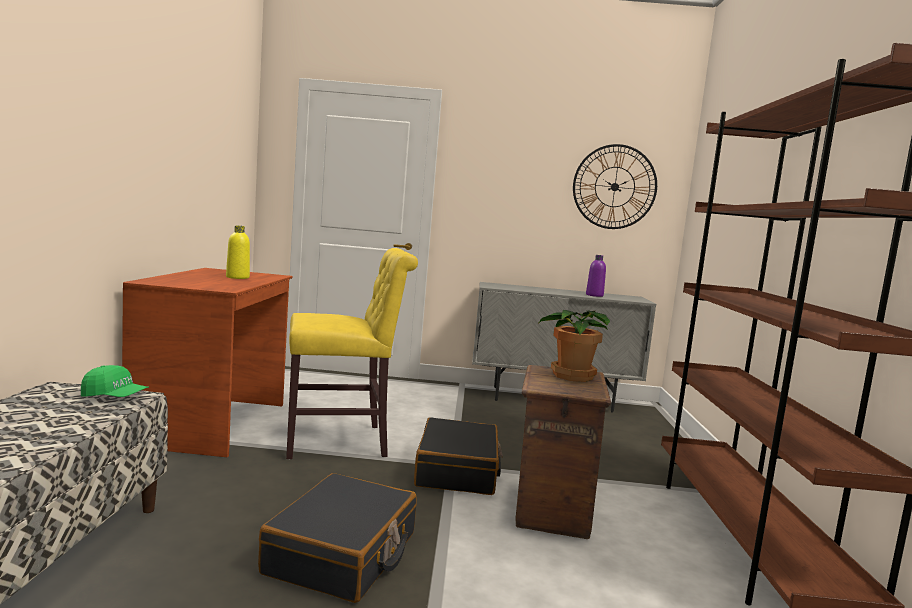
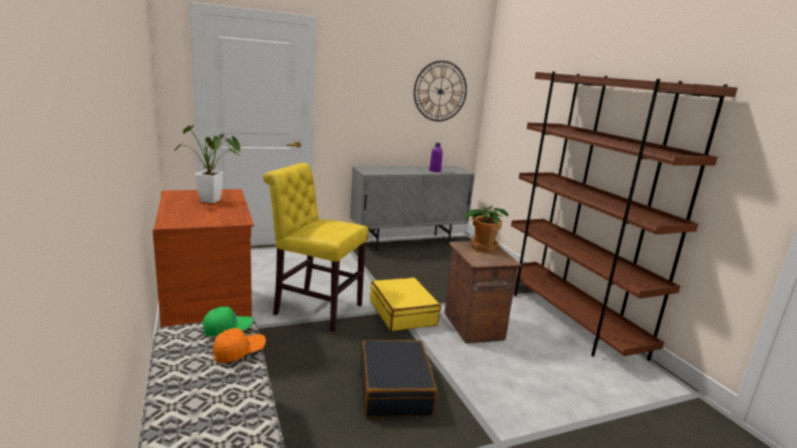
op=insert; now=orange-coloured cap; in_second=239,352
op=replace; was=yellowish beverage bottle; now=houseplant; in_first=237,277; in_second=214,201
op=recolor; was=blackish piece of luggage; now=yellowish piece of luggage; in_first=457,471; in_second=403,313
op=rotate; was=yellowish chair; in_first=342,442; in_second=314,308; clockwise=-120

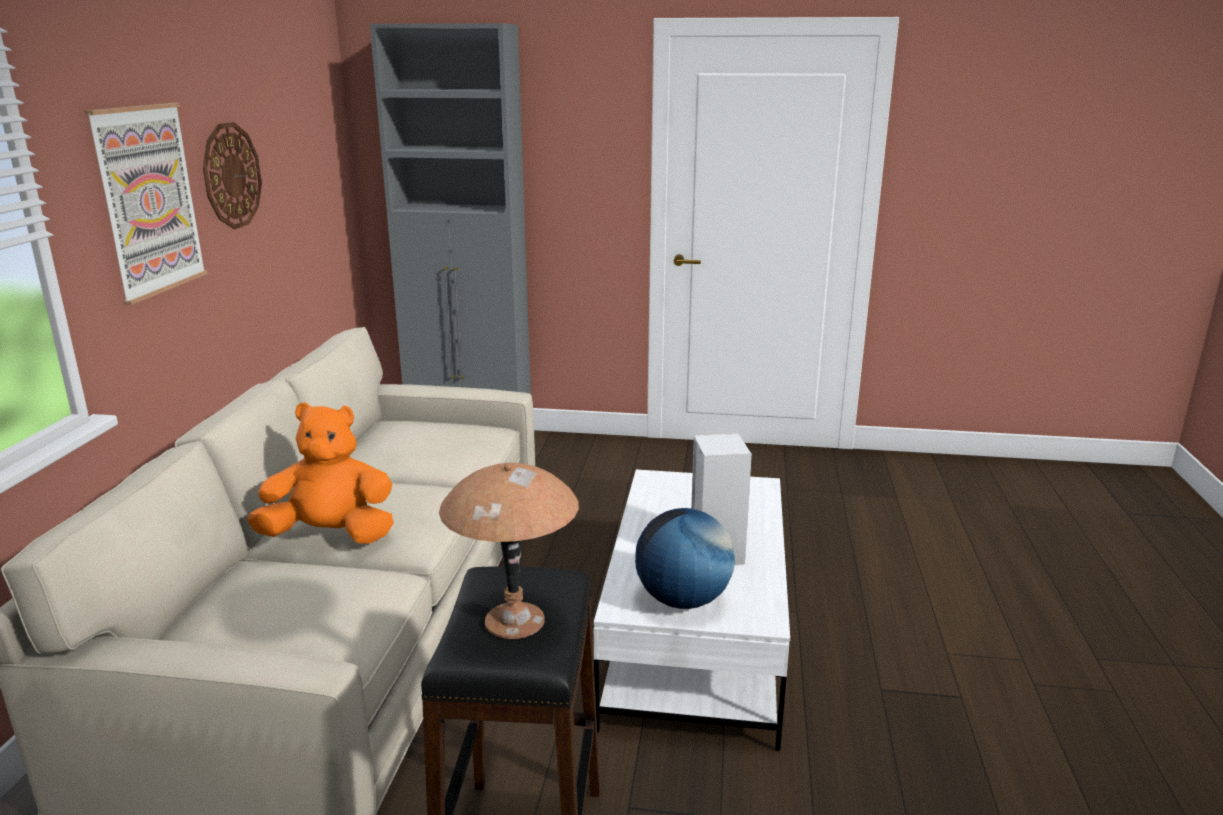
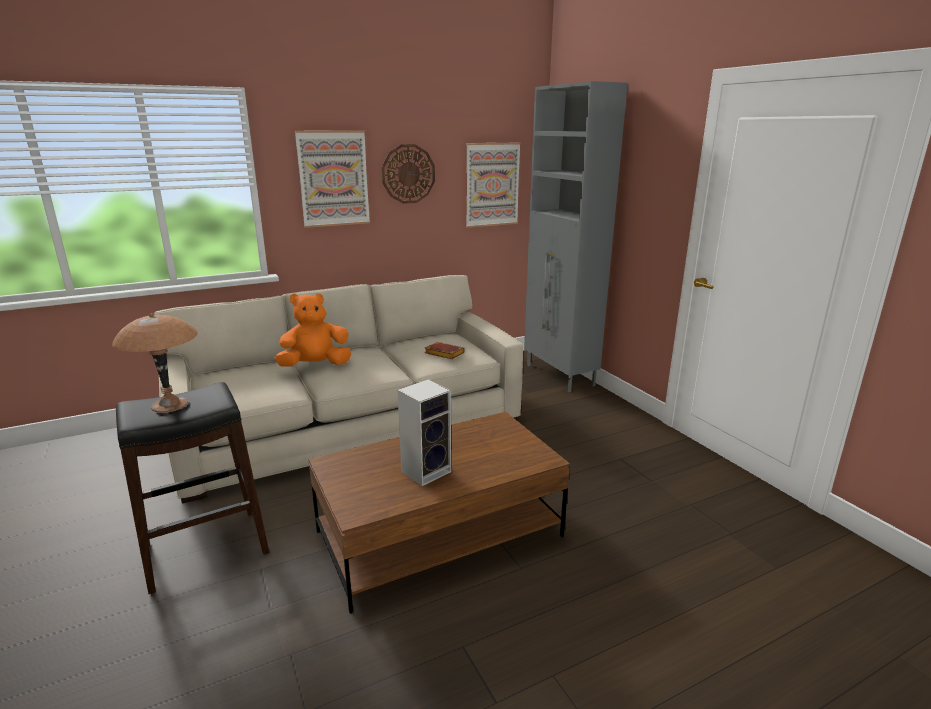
op=delete; was=desk globe; in_first=683,600
op=insert; now=brownish book; in_second=443,354
op=insert; now=picture; in_second=492,185
op=recolor; was=white-coloured coffee table; now=brownish coffee table; in_first=695,639; in_second=439,534
op=rotate; was=orange-coloured plush toy; in_first=331,535; in_second=315,365; clockwise=-75

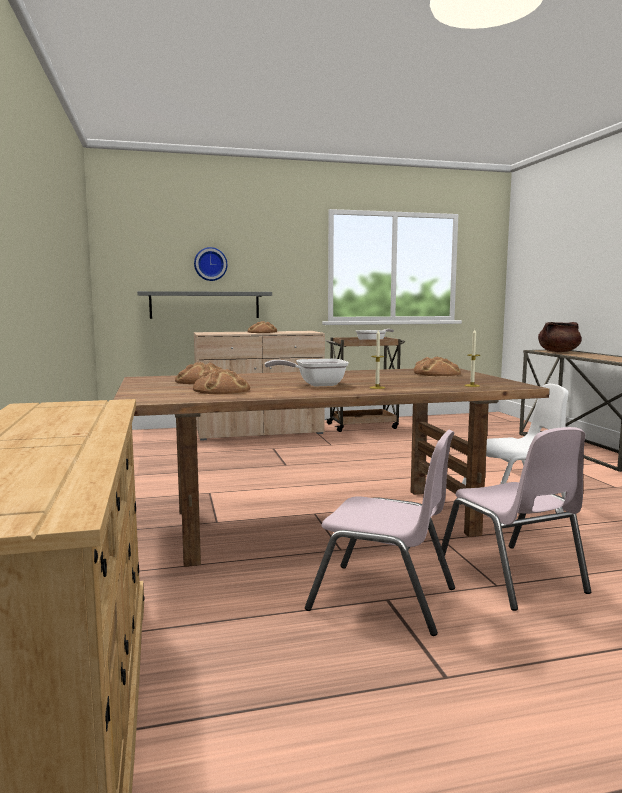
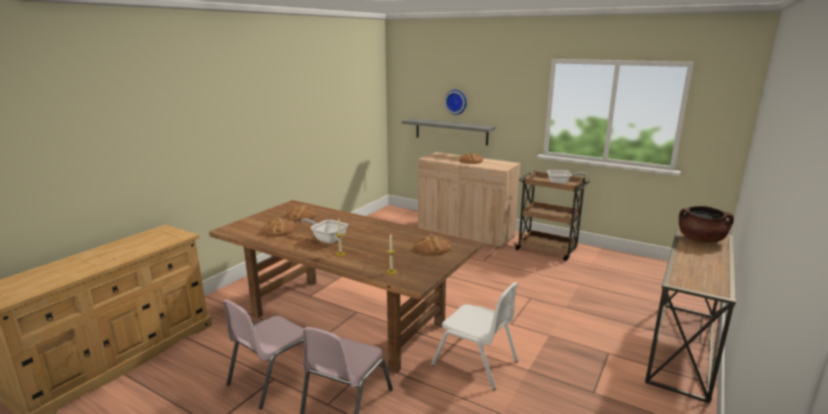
op=rotate; was=pinkish chair; in_first=383,599; in_second=273,377; clockwise=60

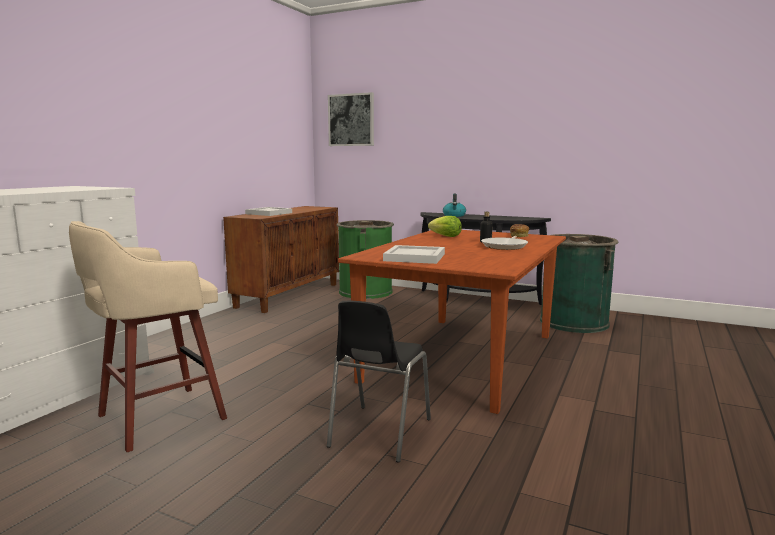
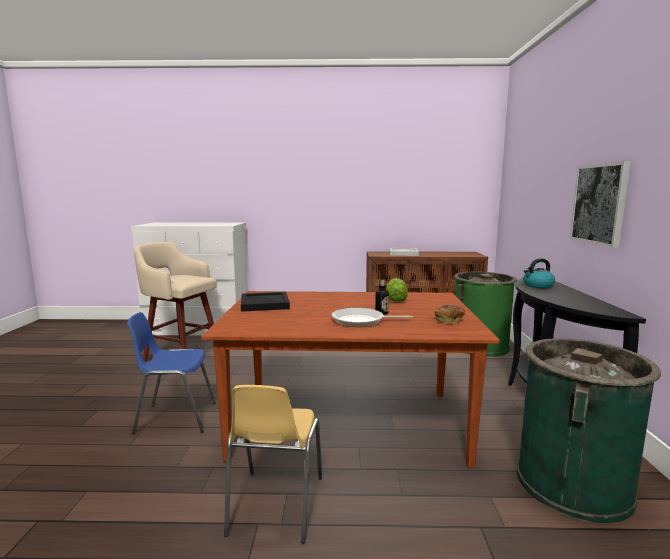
op=insert; now=yellowish chair; in_second=275,505
op=move; was=picture; in_first=351,120; in_second=599,204
op=recolor; was=blackish chair; now=bluish chair; in_first=378,433; in_second=175,417
op=recolor; was=white-coloured carrying tray; now=blackish carrying tray; in_first=415,257; in_second=265,304

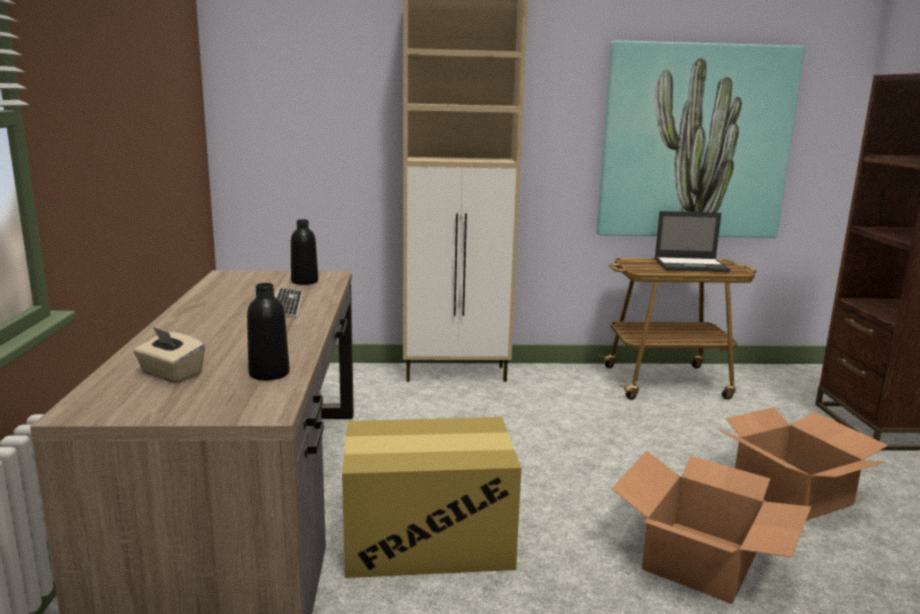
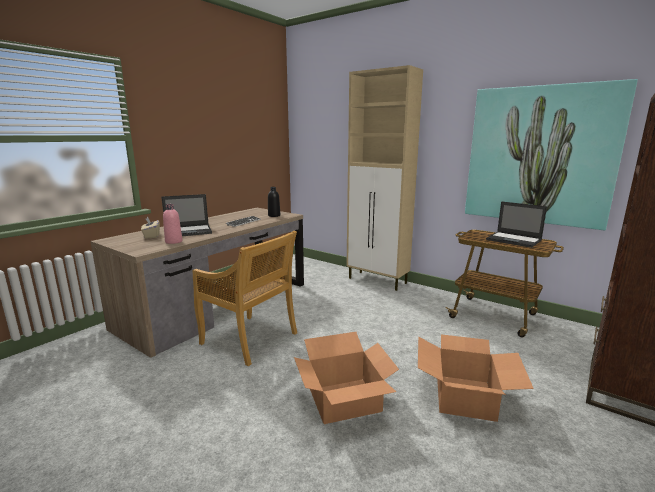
op=insert; now=portable computer; in_second=189,231
op=replace; was=cardboard box; now=beige-coloured chair; in_first=428,539; in_second=250,339
op=recolor; was=blackish beverage bottle; now=pinkish beverage bottle; in_first=269,373; in_second=173,241

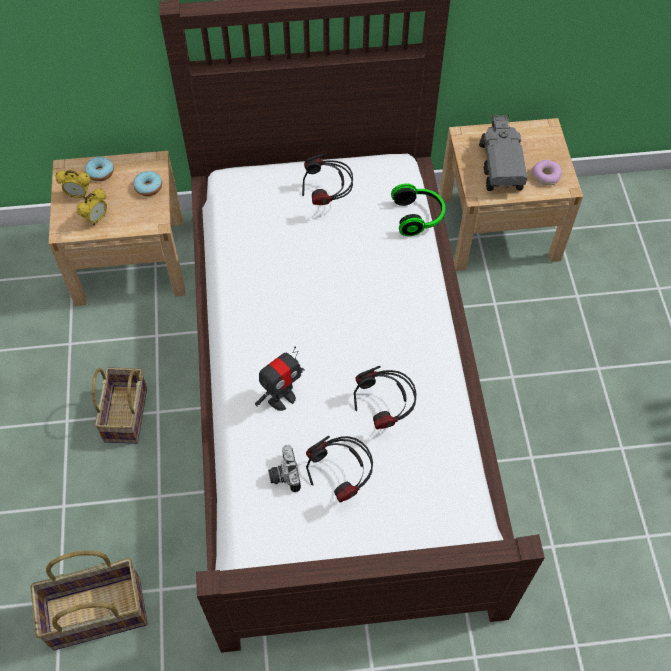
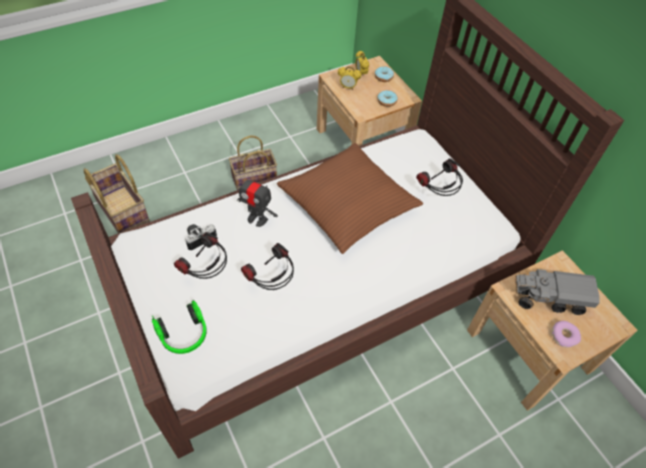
op=insert; now=brownish throw pillow; in_second=347,204
op=move; was=pair of headphones; in_first=418,216; in_second=184,335
op=rotate; was=model truck; in_first=500,166; in_second=548,298; clockwise=-150

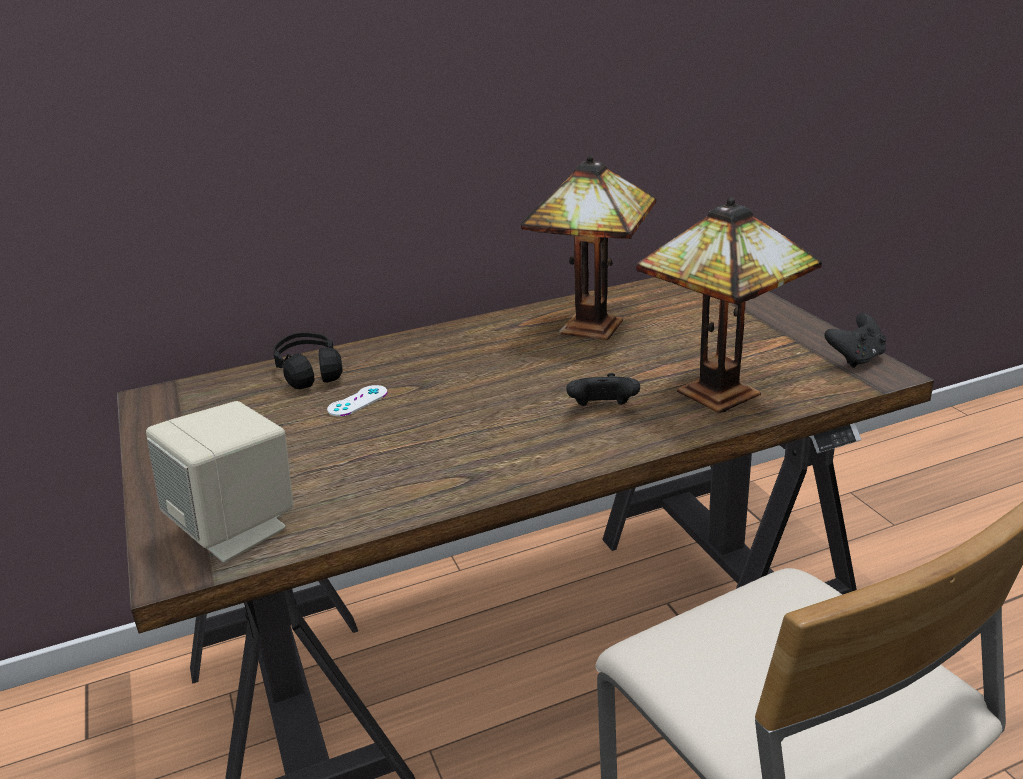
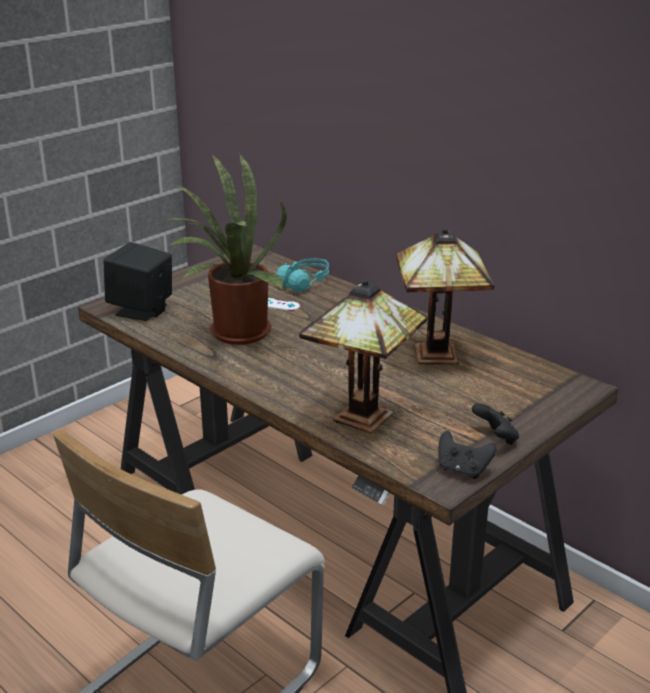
op=insert; now=houseplant; in_second=233,333
op=move; was=blackish joypad; in_first=602,410; in_second=496,438
op=recolor; was=beige-coloured speaker; now=blackish speaker; in_first=237,529; in_second=142,310
op=recolor; was=blackish pair of headphones; now=turquoise-coloured pair of headphones; in_first=309,372; in_second=305,282

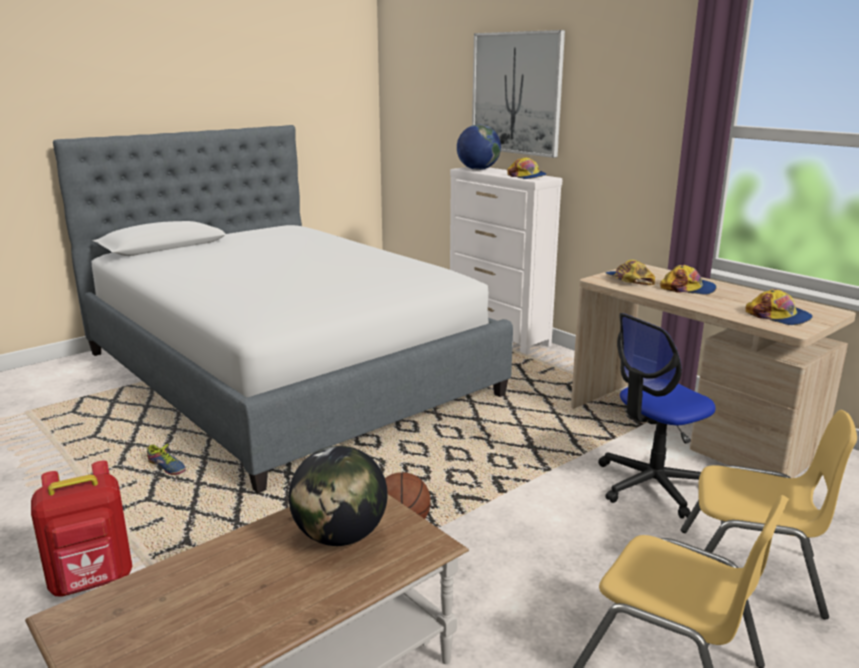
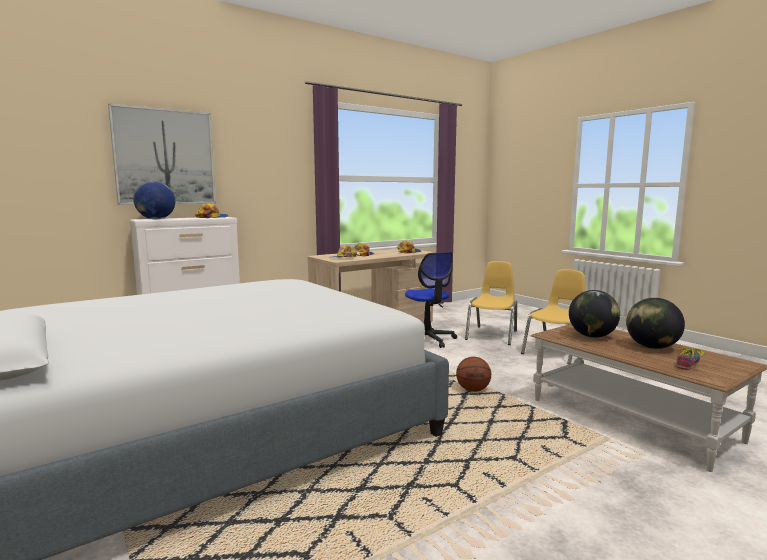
op=delete; was=red backpack; in_first=93,581
op=insert; now=desk globe; in_second=652,347
op=move; was=low shoe; in_first=165,467; in_second=689,364

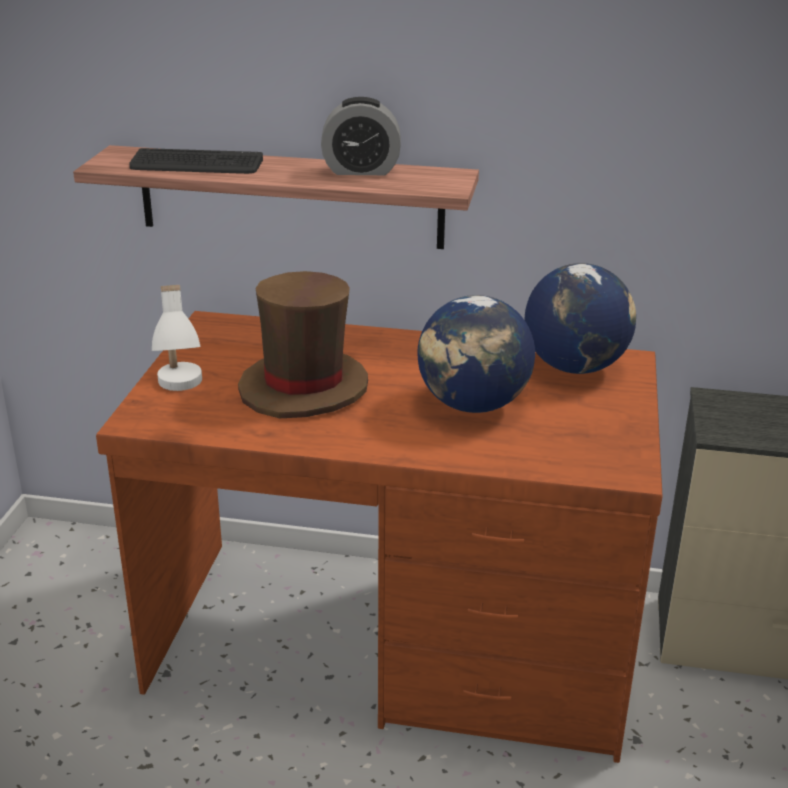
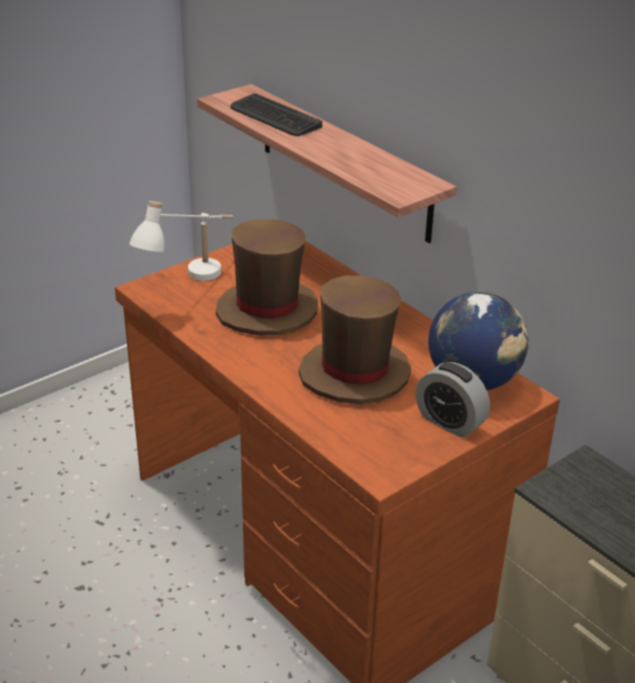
op=move; was=table clock; in_first=361,170; in_second=449,422
op=replace; was=desk globe; now=brownish hat; in_first=473,405; in_second=354,374

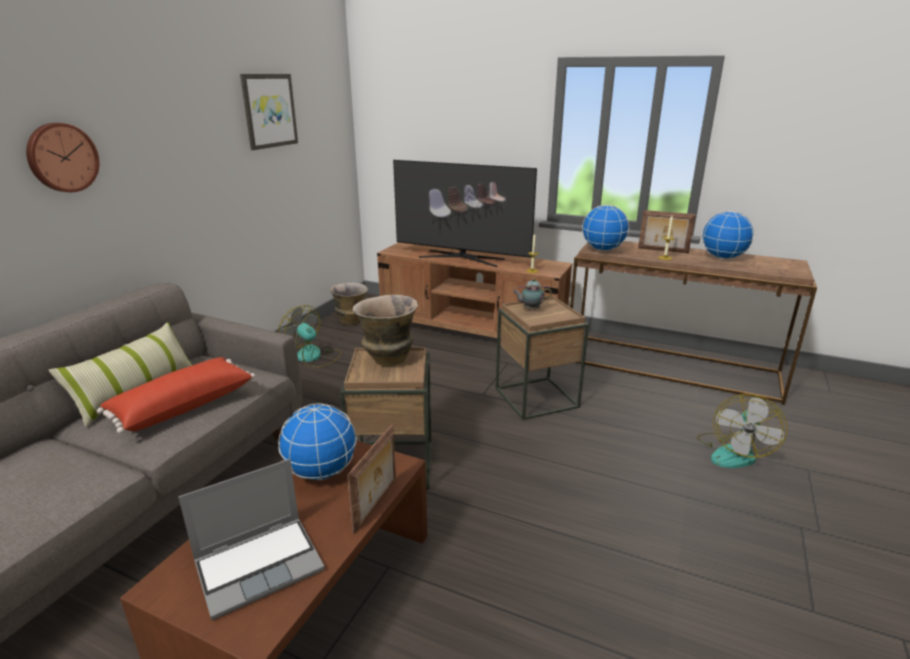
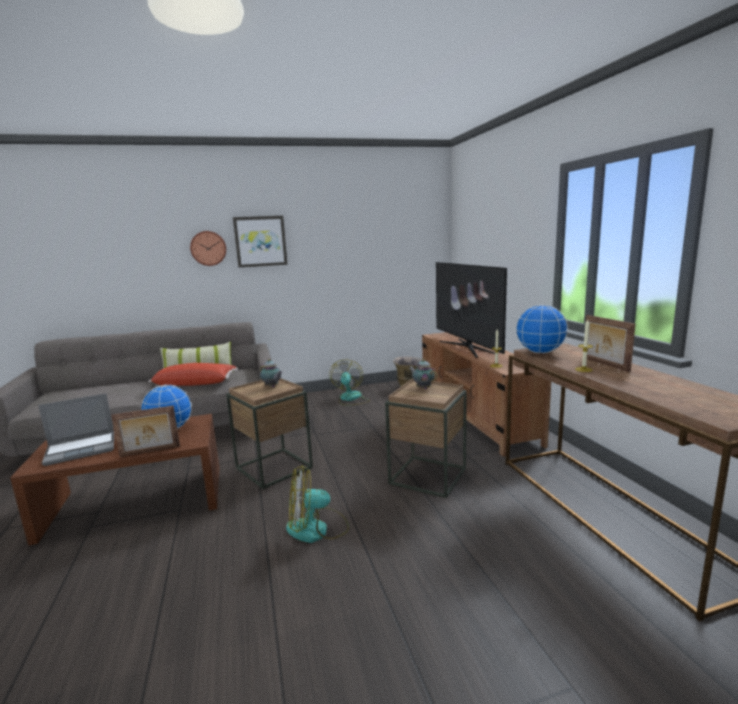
op=delete; was=desk globe; in_first=722,258
op=move; was=picture; in_first=269,111; in_second=260,241
op=move; was=cooling fan; in_first=733,452; in_second=317,529
op=replace; was=flower vase; now=pot for tea; in_first=388,360; in_second=272,387
op=rotate; was=portable computer; in_first=260,565; in_second=82,449; clockwise=-45

